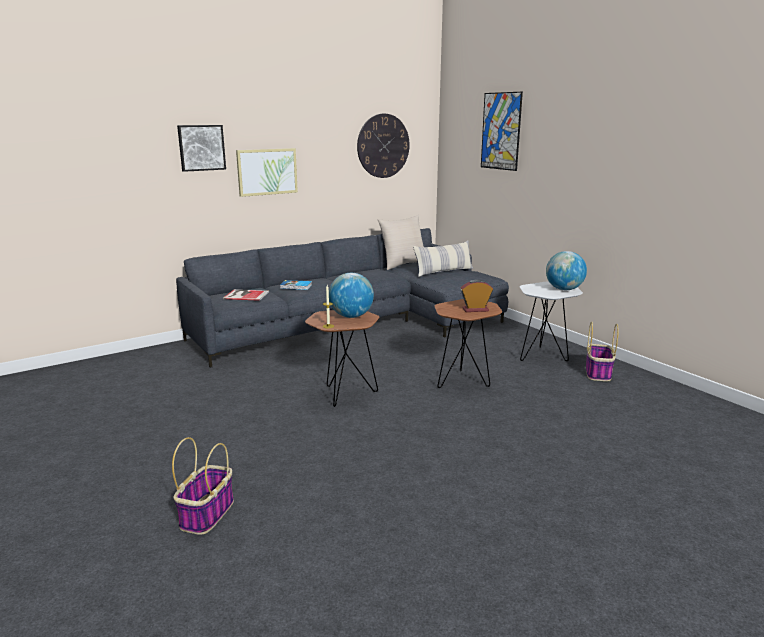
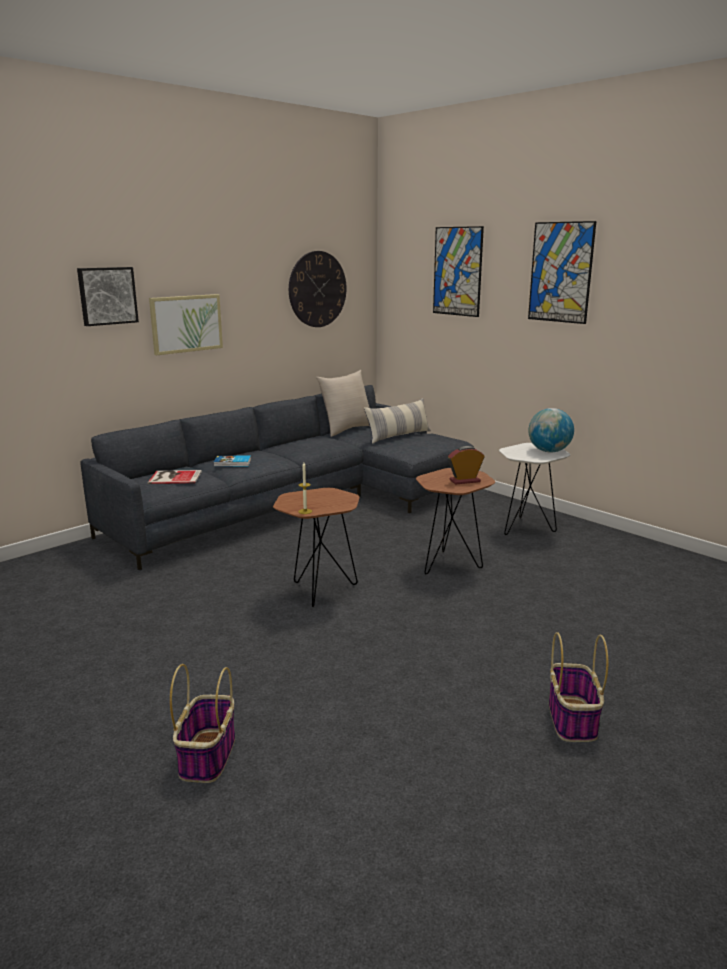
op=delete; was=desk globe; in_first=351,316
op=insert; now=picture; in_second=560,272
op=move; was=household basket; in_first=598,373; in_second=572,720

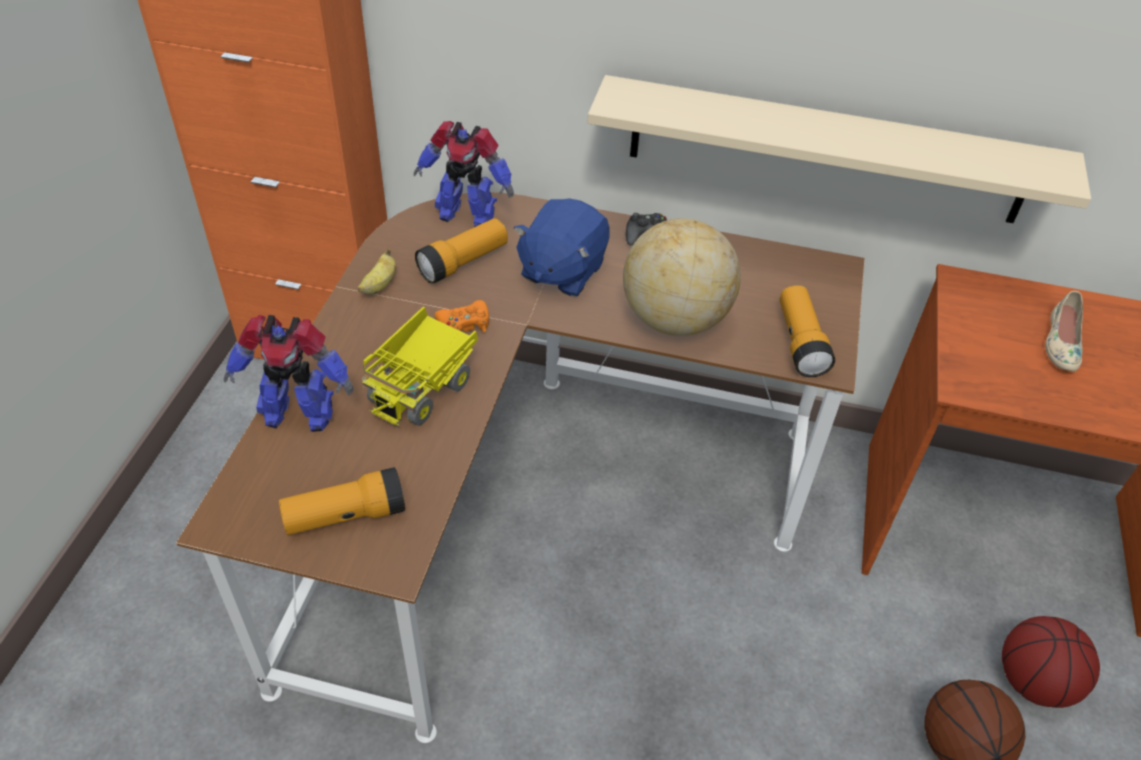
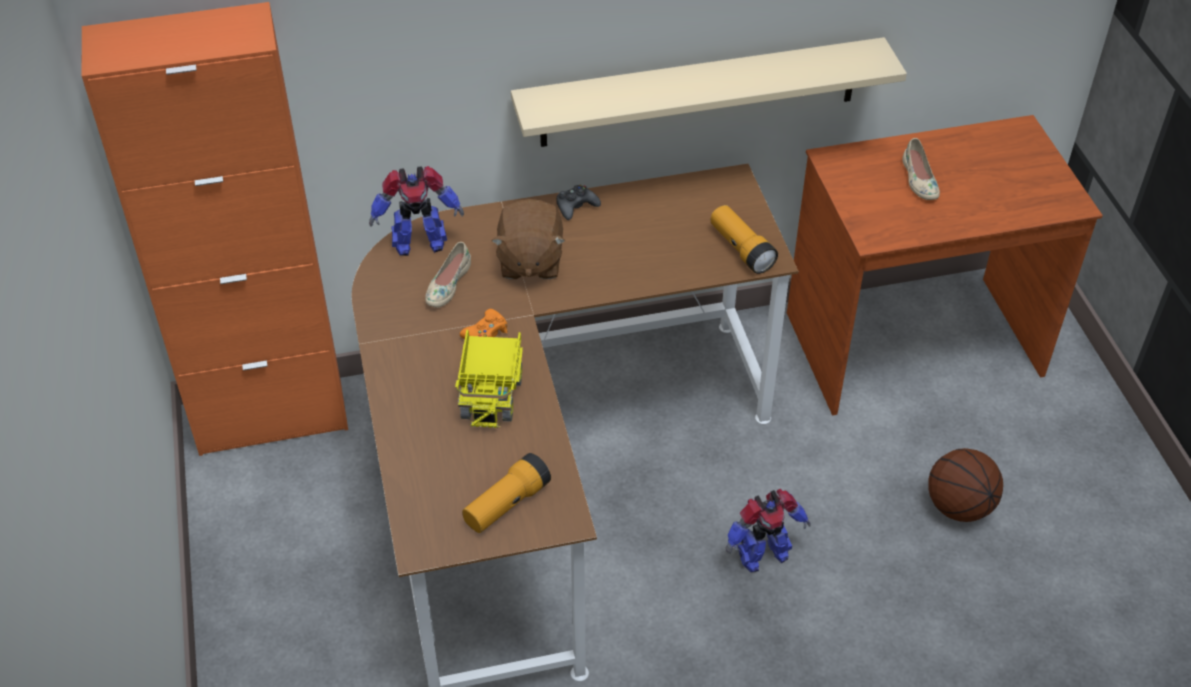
op=delete; was=whole banana; in_first=379,285
op=delete; was=desk globe; in_first=674,319
op=delete; was=basketball ball; in_first=1032,680
op=move; was=toy robot; in_first=298,413; in_second=762,555
op=replace; was=flashlight; now=beige-coloured low shoe; in_first=463,262; in_second=447,284
op=recolor; was=bluish plush toy; now=brownish plush toy; in_first=561,271; in_second=529,261

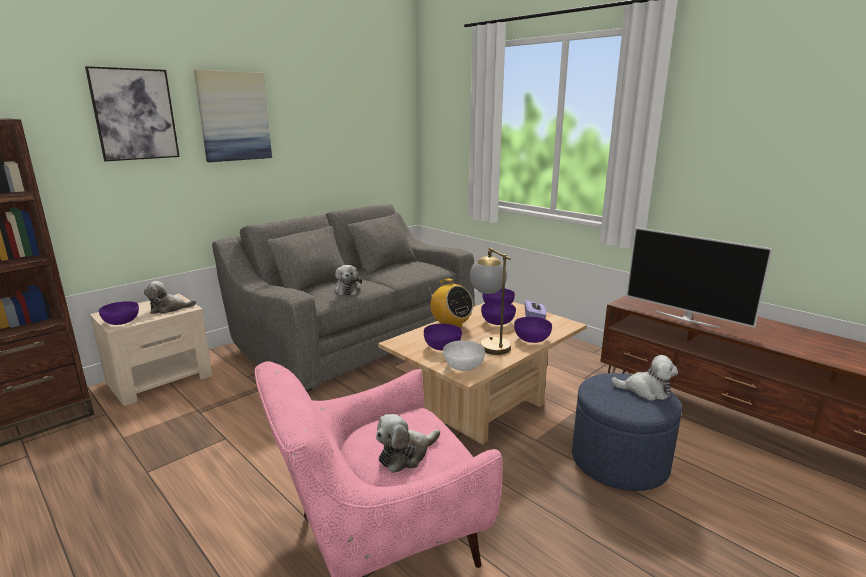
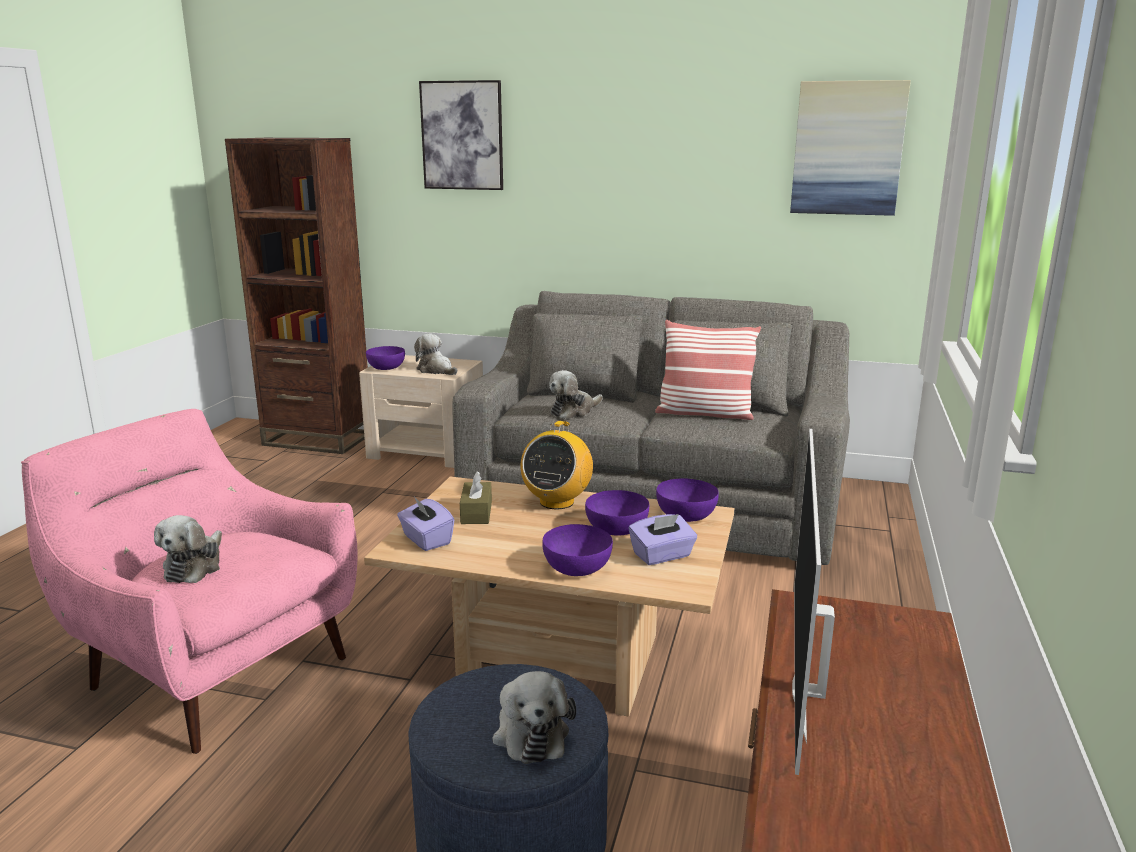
op=delete; was=tabletop lamp; in_first=489,343
op=insert; now=throw pillow; in_second=704,413
op=move; was=picture; in_first=234,116; in_second=847,148
op=replace; was=purple-coloured bowl; now=brownish tissue box; in_first=442,346; in_second=476,513
op=replace; was=white-coloured bowl; now=purple-coloured tissue box; in_first=464,366; in_second=426,540
op=rotate; was=plush toy; in_first=406,455; in_second=195,566; clockwise=-105

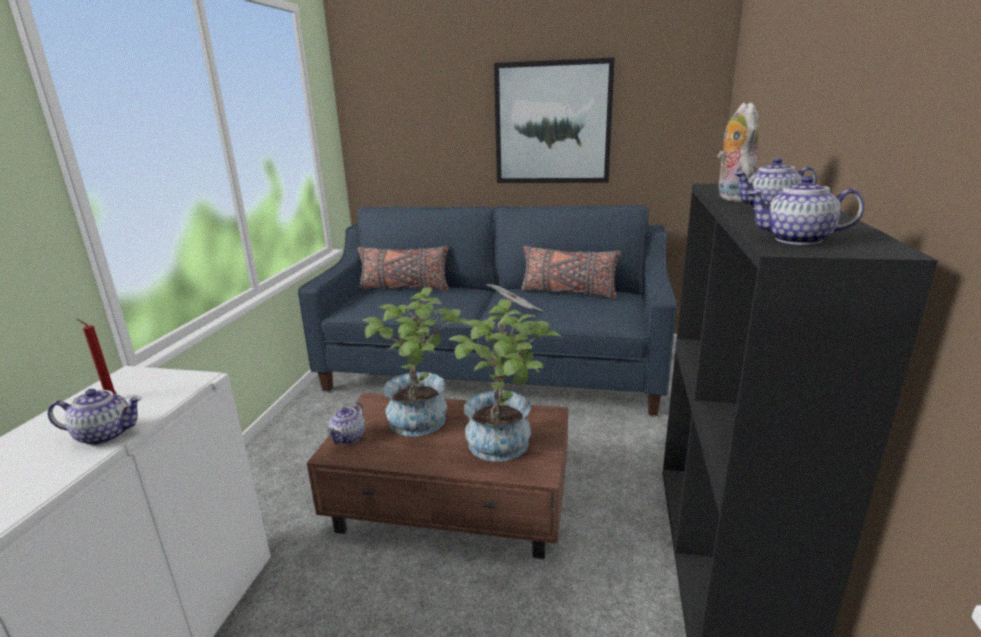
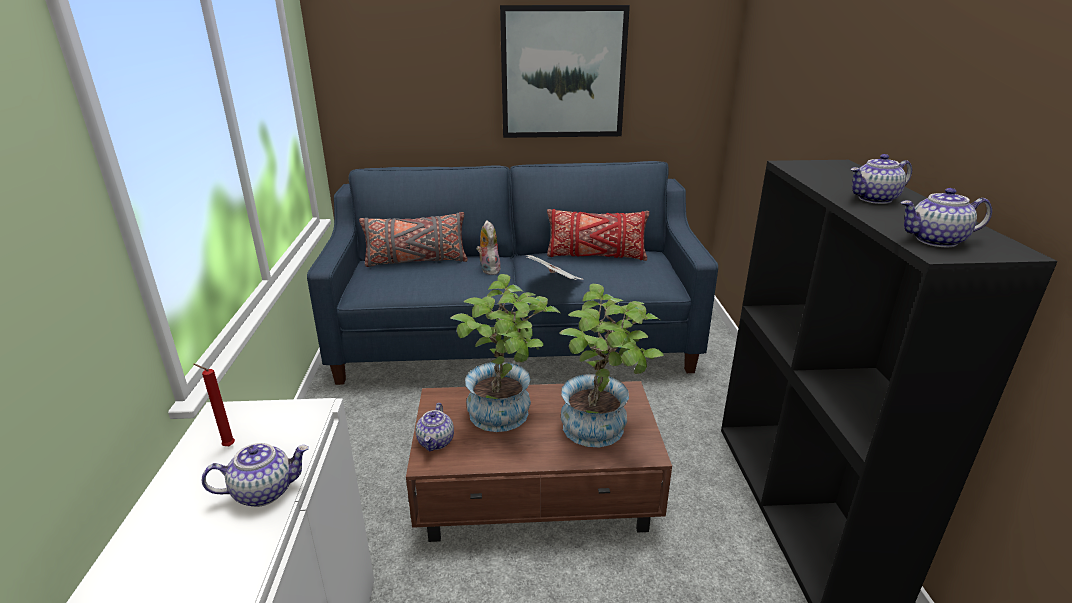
op=move; was=plush toy; in_first=731,198; in_second=488,269
op=recolor; was=greyish throw pillow; now=red throw pillow; in_first=568,293; in_second=596,256

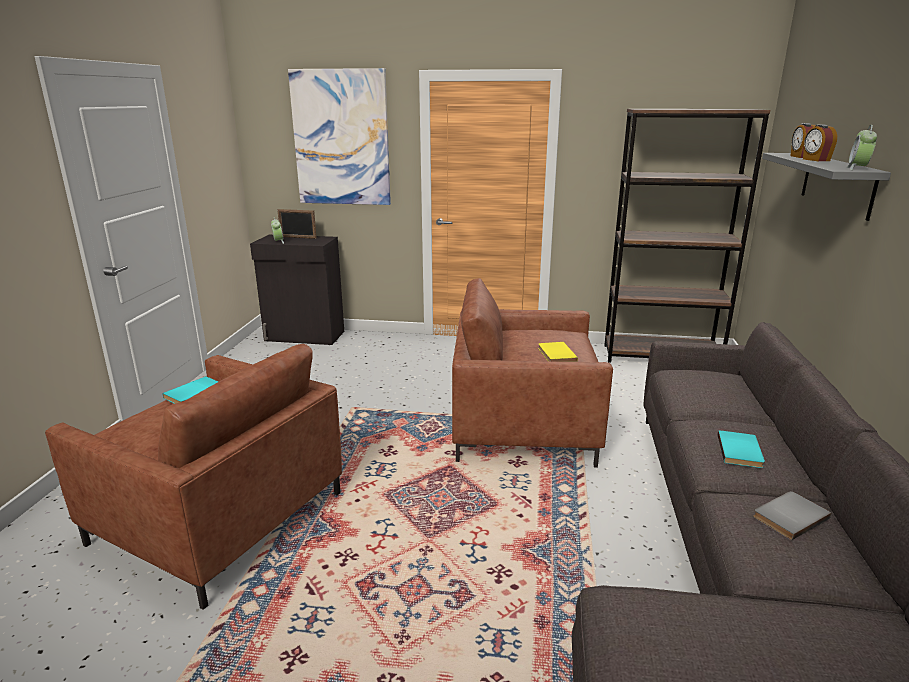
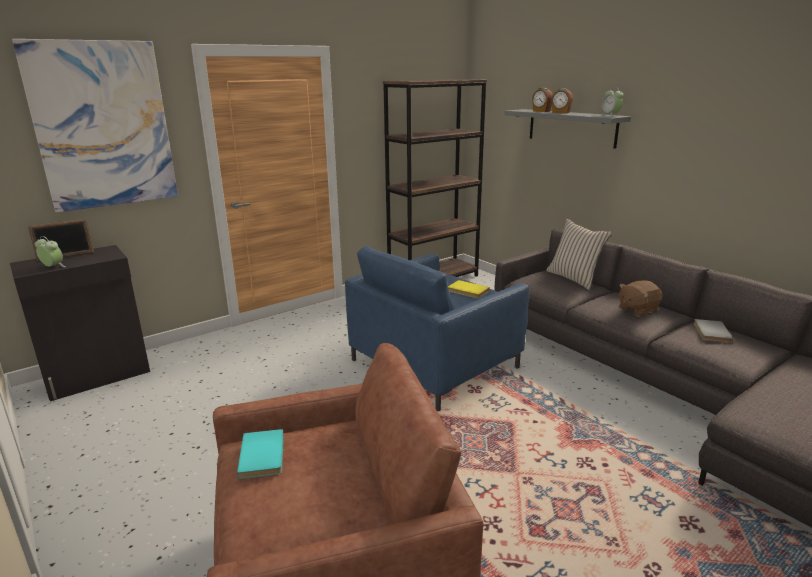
op=insert; now=beige-coloured throw pillow; in_second=574,278
op=replace; was=turquoise-coloured book; now=brownish plush toy; in_first=741,451; in_second=637,310
op=recolor; was=brownish lounge chair; now=bluish lounge chair; in_first=522,425; in_second=434,363

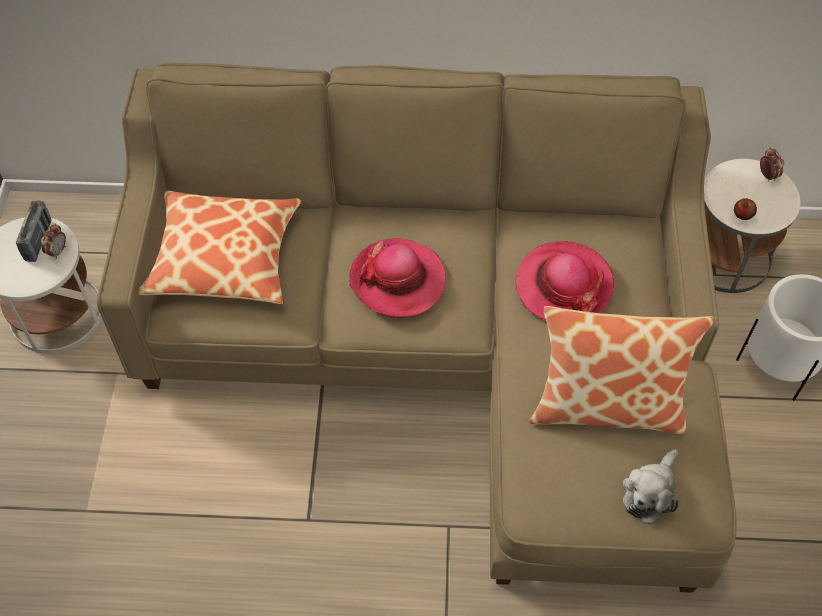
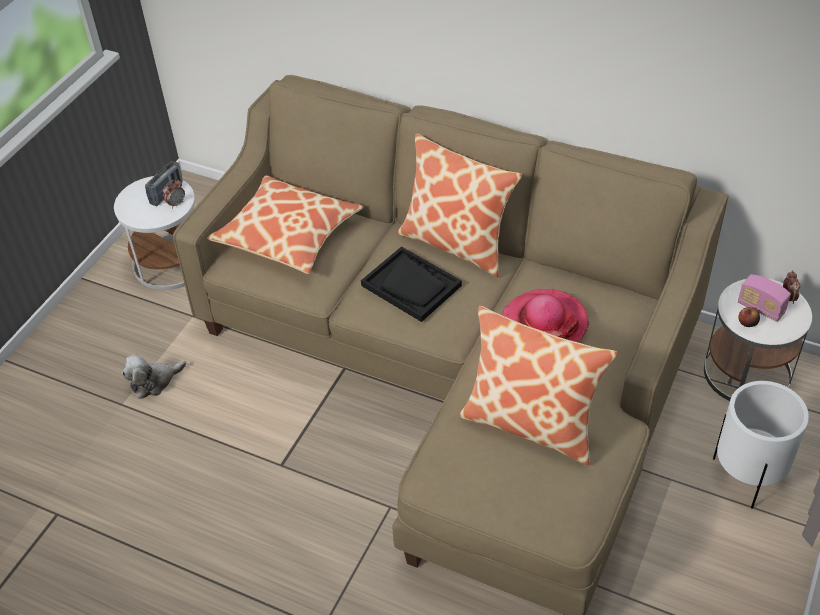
op=insert; now=throw pillow; in_second=457,243
op=insert; now=radio receiver; in_second=760,308
op=move; was=plush toy; in_first=649,492; in_second=154,382
op=replace; was=hat; now=blackish carrying tray; in_first=398,280; in_second=411,286

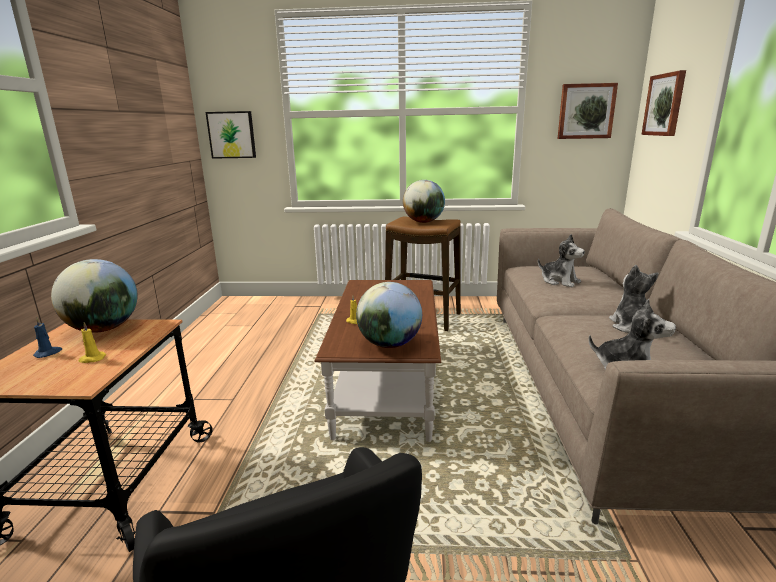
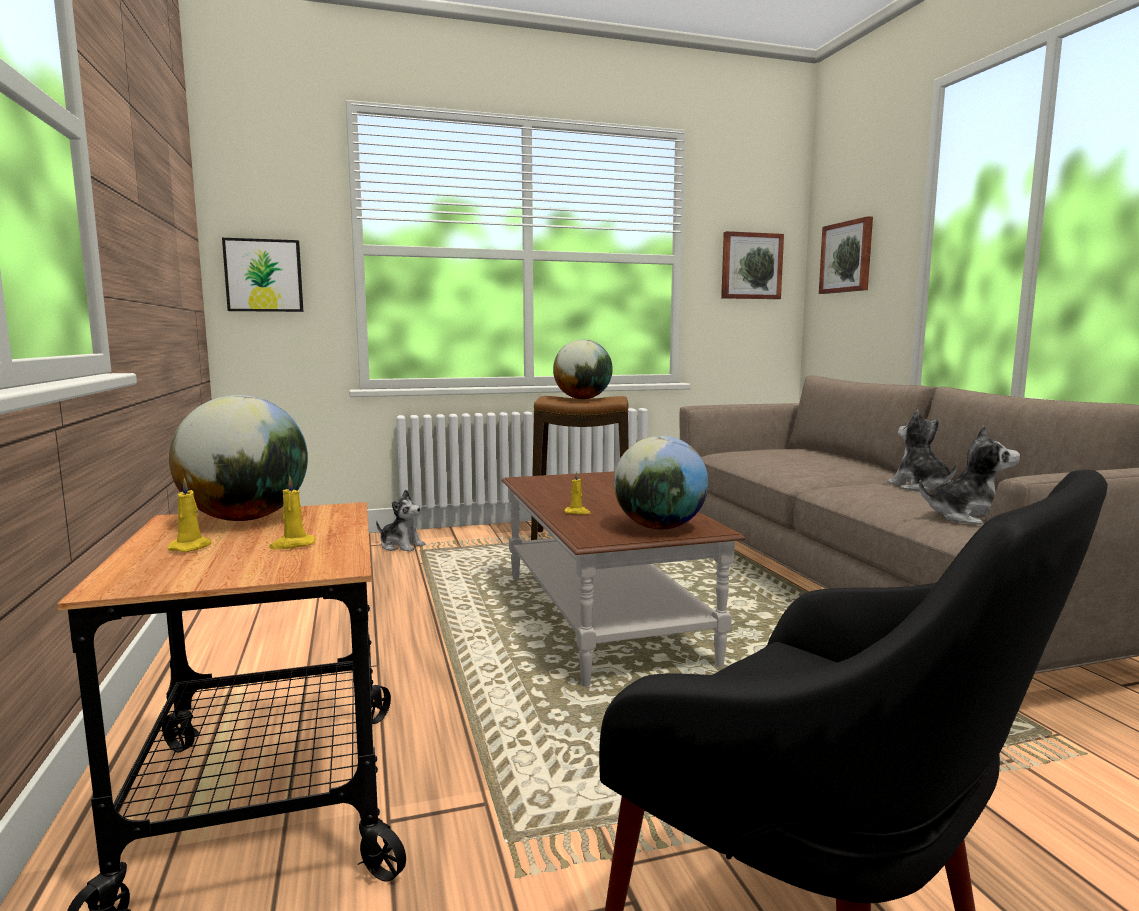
op=move; was=plush toy; in_first=559,281; in_second=401,546
op=recolor; was=bluish candle; now=yellowish candle; in_first=48,353; in_second=192,547

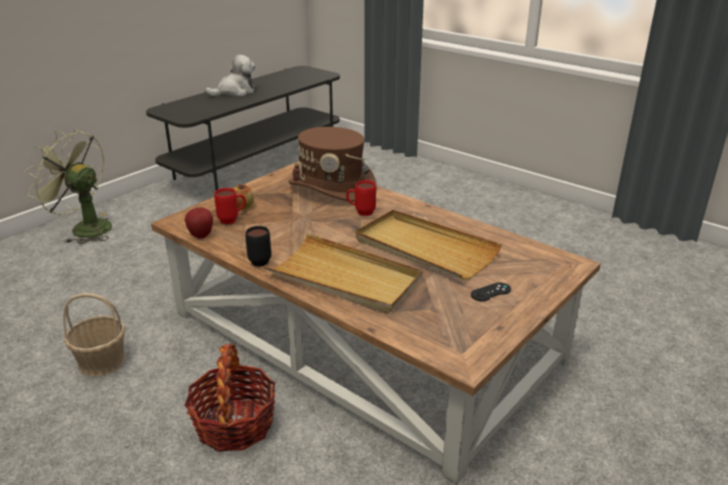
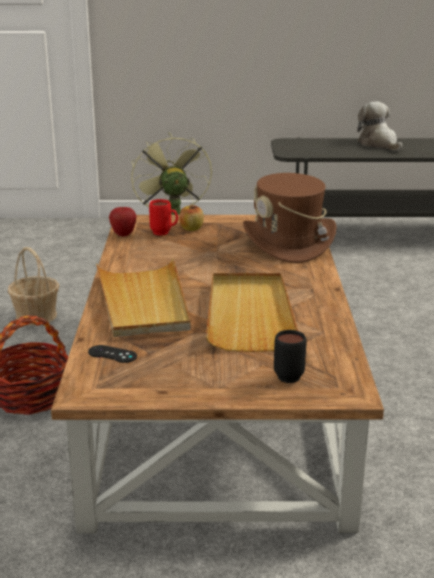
op=delete; was=red mug; in_first=361,212
op=move; was=blackish mug; in_first=259,260; in_second=292,375
op=move; was=blackish joypad; in_first=490,292; in_second=112,354
op=rotate; was=plush toy; in_first=235,92; in_second=379,144; clockwise=-135

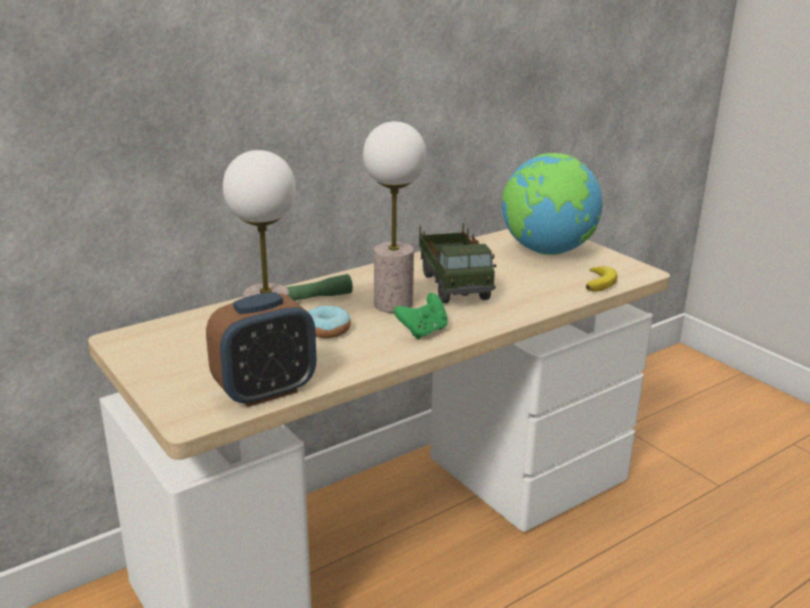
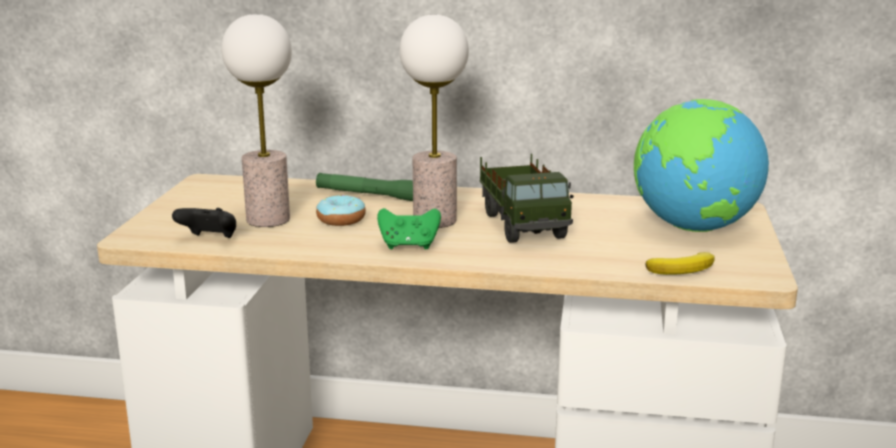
op=replace; was=table clock; now=blackish joypad; in_first=265,391; in_second=209,239
op=rotate; was=model truck; in_first=454,285; in_second=523,224; clockwise=-45

